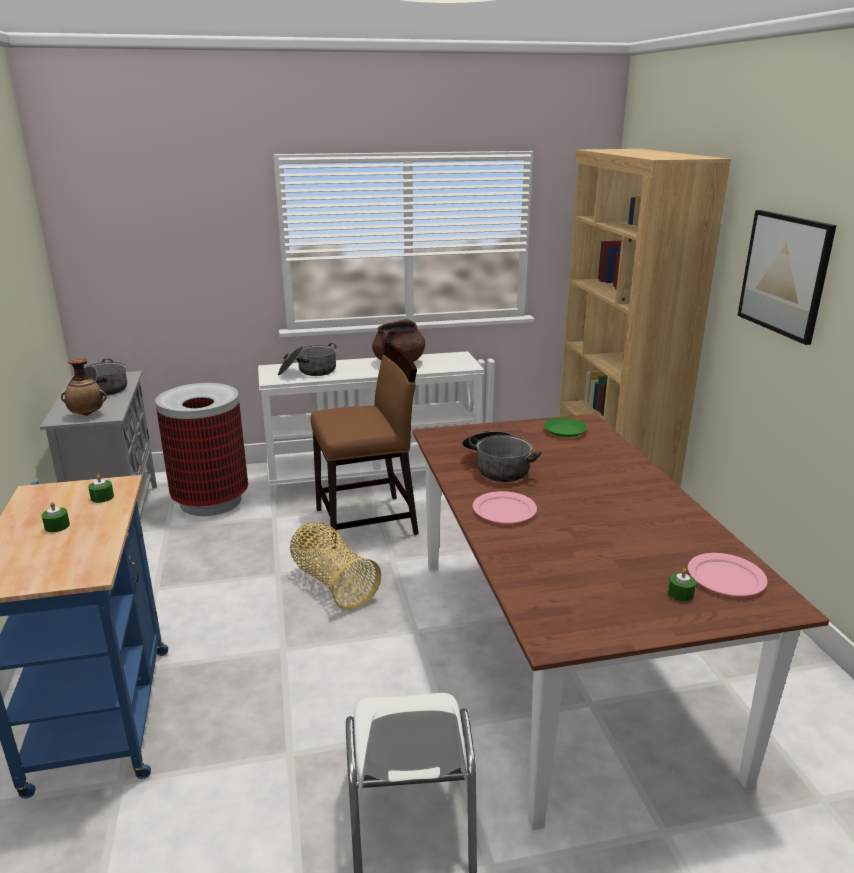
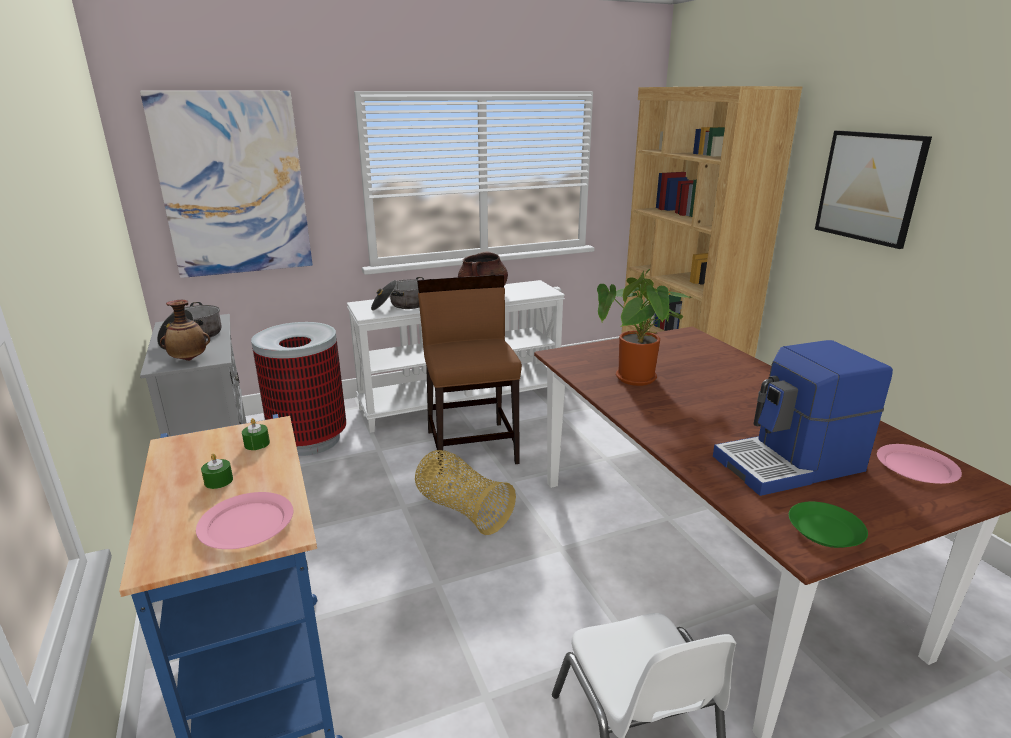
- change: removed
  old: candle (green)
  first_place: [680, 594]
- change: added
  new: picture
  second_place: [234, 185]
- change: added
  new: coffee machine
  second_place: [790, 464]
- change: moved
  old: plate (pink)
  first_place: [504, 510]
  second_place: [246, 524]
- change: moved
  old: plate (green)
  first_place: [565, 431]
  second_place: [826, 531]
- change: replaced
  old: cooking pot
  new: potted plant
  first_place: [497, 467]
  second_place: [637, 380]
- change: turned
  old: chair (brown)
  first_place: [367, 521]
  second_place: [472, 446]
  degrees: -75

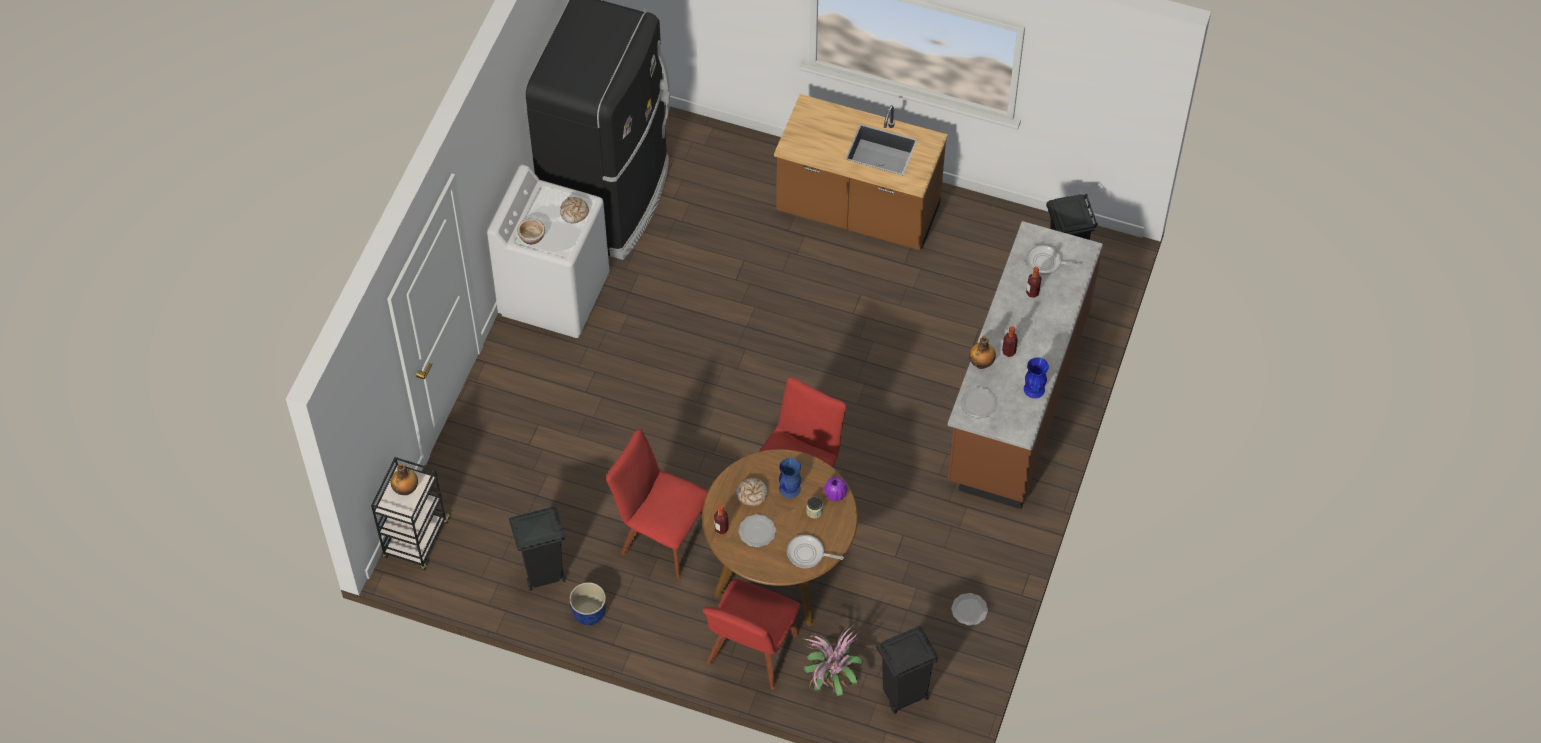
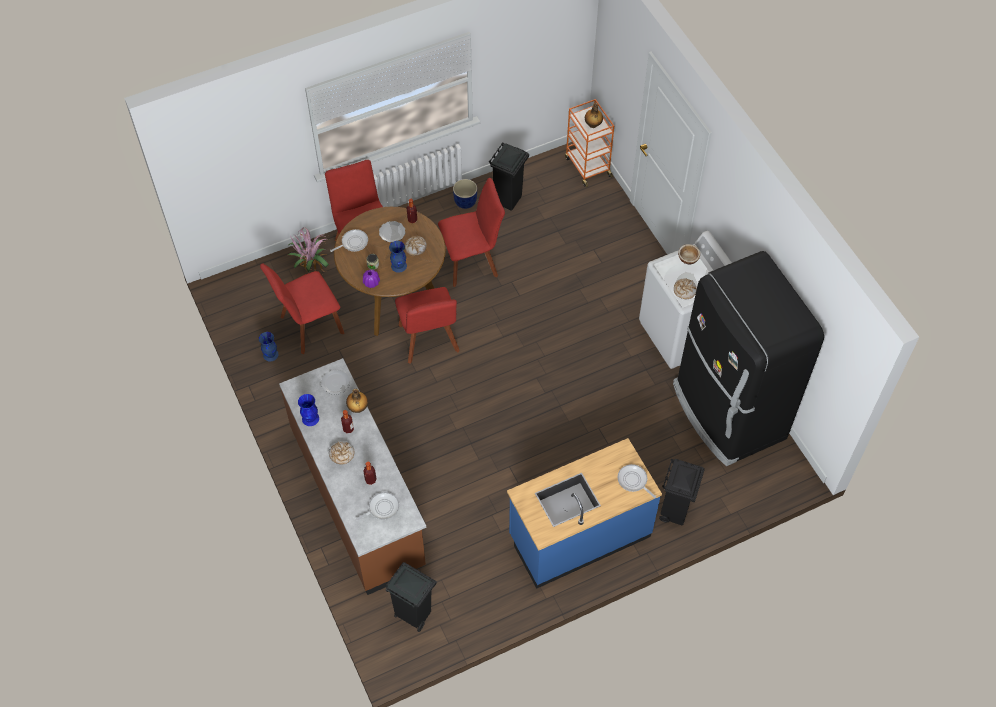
- change: added
  new: chair (red)
  second_place: [309, 327]
- change: added
  new: bread
  second_place: [341, 454]
- change: added
  new: frying pan
  second_place: [633, 481]
- change: moved
  old: trash can (black)
  first_place: [903, 695]
  second_place: [674, 511]
- change: replaced
  old: plate
  new: vase (blue)
  first_place: [968, 610]
  second_place: [271, 355]
- change: recoloured
  old: cart (black)
  new: cart (orange)
  first_place: [416, 540]
  second_place: [587, 166]
- change: recoloured
  old: counter (brown)
  new: counter (blue)
  first_place: [857, 212]
  second_place: [579, 535]

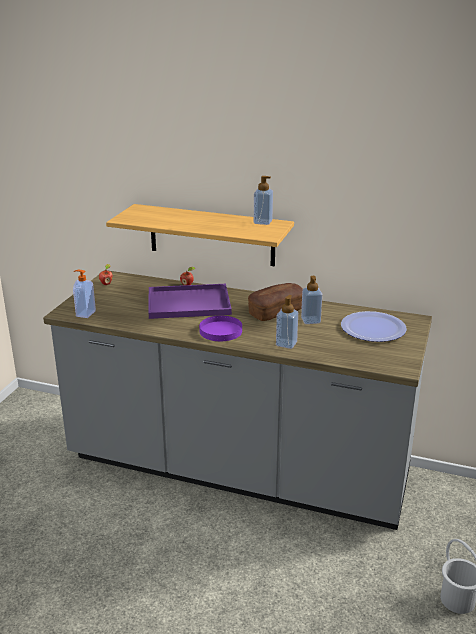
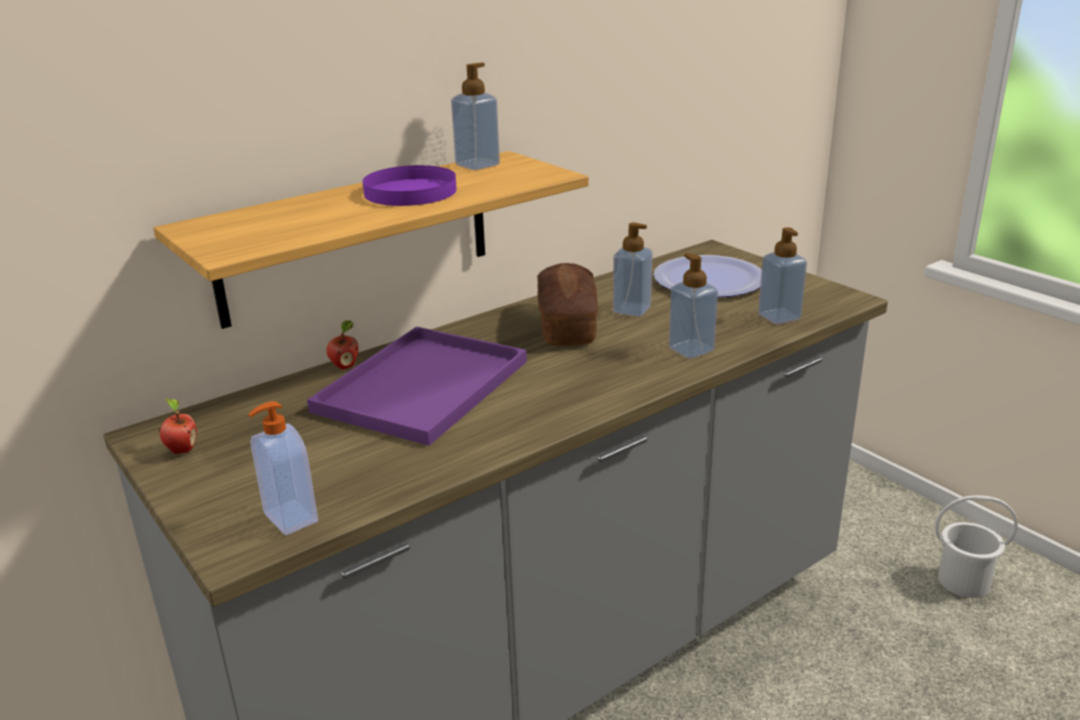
- change: added
  new: soap dispenser
  second_place: [779, 317]
- change: moved
  old: plate (purple)
  first_place: [220, 331]
  second_place: [410, 192]

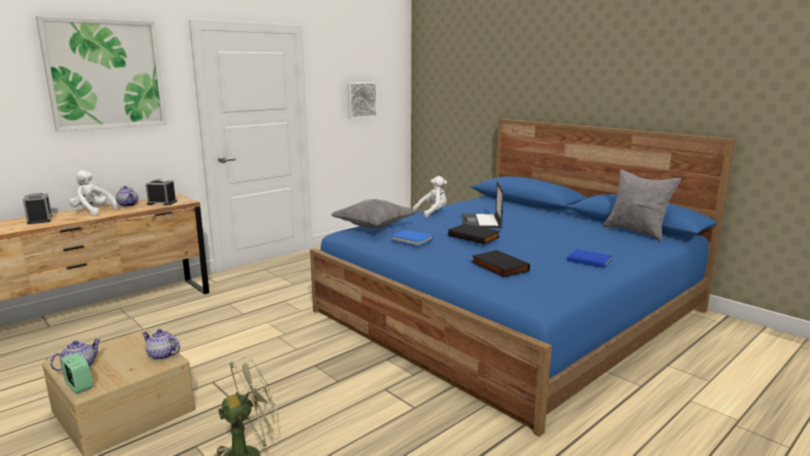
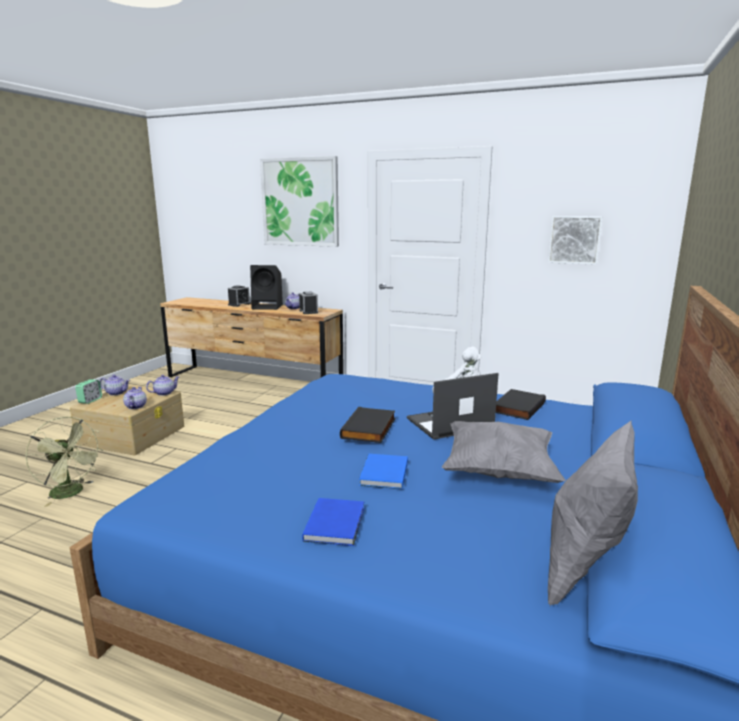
- change: added
  new: teapot
  second_place: [164, 393]
- change: moved
  old: pillow (grey)
  first_place: [374, 227]
  second_place: [499, 472]
- change: moved
  old: book (blue)
  first_place: [412, 240]
  second_place: [383, 474]
- change: moved
  old: book (black)
  first_place: [498, 267]
  second_place: [517, 407]
- change: replaced
  old: plush toy (white)
  new: speaker (black)
  first_place: [93, 211]
  second_place: [268, 307]

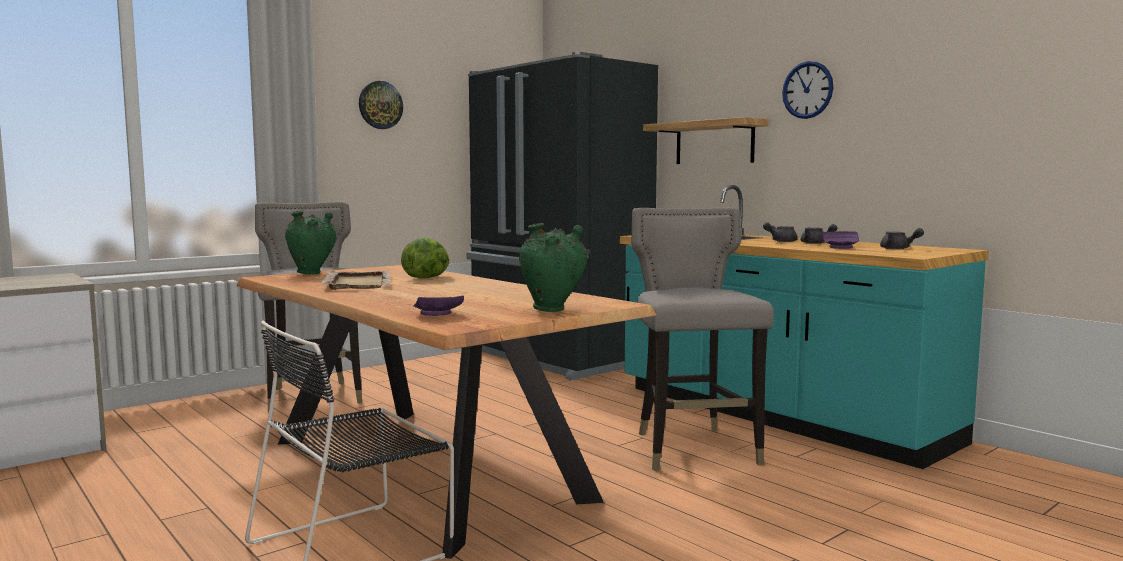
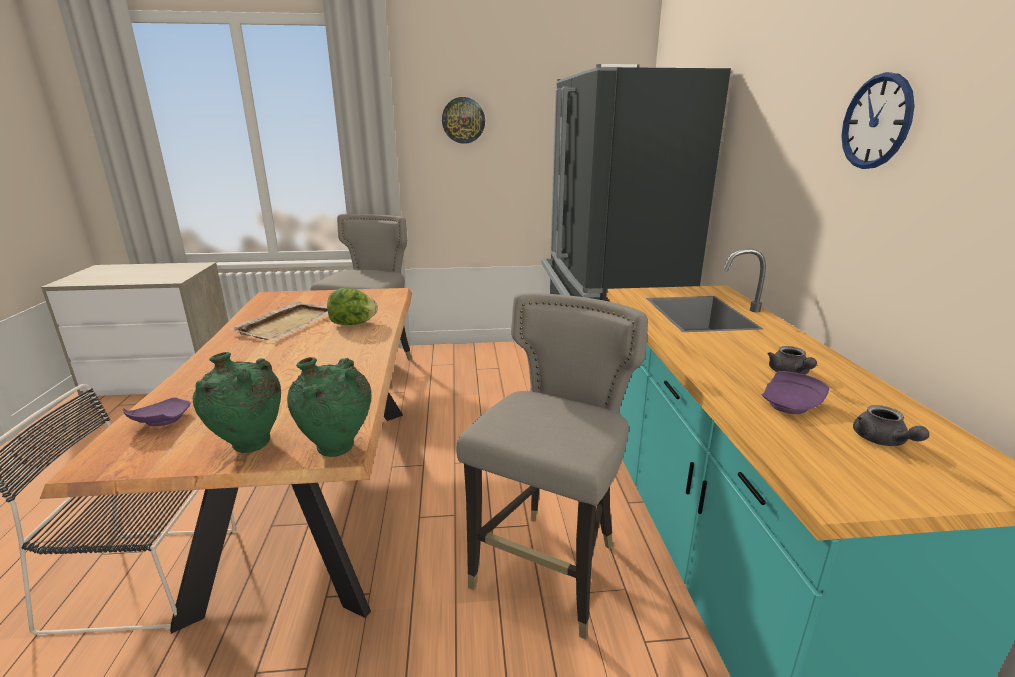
- change: removed
  old: shelf
  first_place: [714, 143]
- change: removed
  old: teapot (grey)
  first_place: [780, 241]
- change: moved
  old: vase (green)
  first_place: [312, 273]
  second_place: [338, 450]

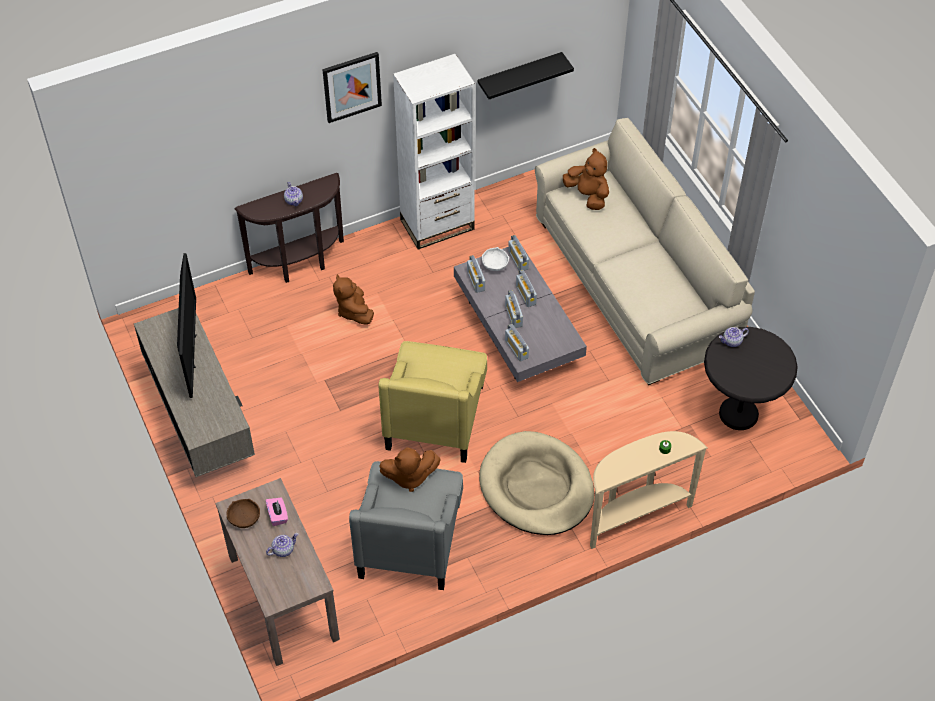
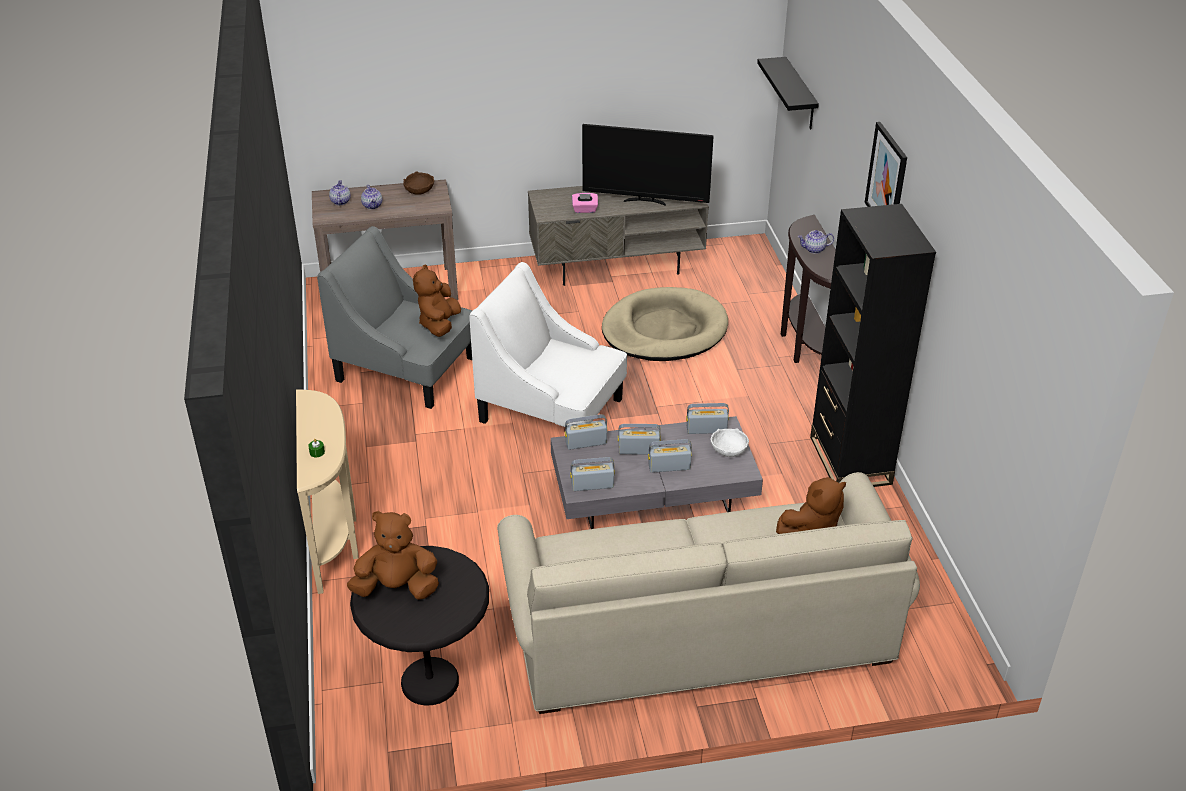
- change: moved
  old: tissue box (pink)
  first_place: [278, 516]
  second_place: [585, 210]
- change: moved
  old: plush toy (brown)
  first_place: [353, 311]
  second_place: [397, 588]
- change: moved
  old: shelf (black)
  first_place: [519, 76]
  second_place: [800, 94]
- change: moved
  old: dog bed (beige)
  first_place: [536, 487]
  second_place: [664, 330]
- change: moved
  old: radio
  first_place: [518, 260]
  second_place: [592, 485]
- change: moved
  old: teapot
  first_place: [732, 341]
  second_place: [340, 201]
- change: recoloured
  old: armchair (yellow)
  new: armchair (white)
  first_place: [435, 416]
  second_place: [552, 410]
- change: recoloured
  old: bookcase (white)
  new: bookcase (black)
  first_place: [437, 224]
  second_place: [850, 460]

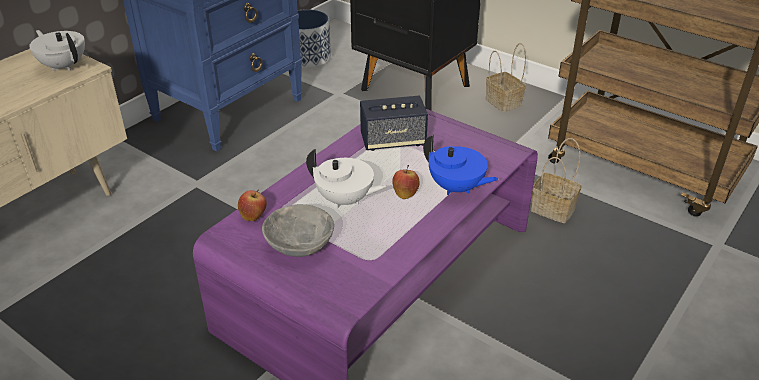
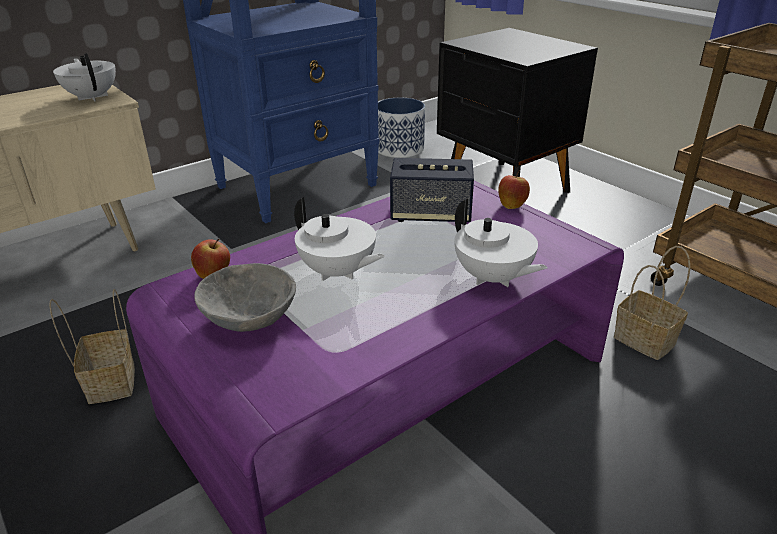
- change: moved
  old: apple
  first_place: [405, 194]
  second_place: [512, 205]
- change: moved
  old: basket
  first_place: [502, 102]
  second_place: [110, 381]
- change: recoloured
  old: teapot (blue)
  new: teapot (white)
  first_place: [456, 188]
  second_place: [492, 278]

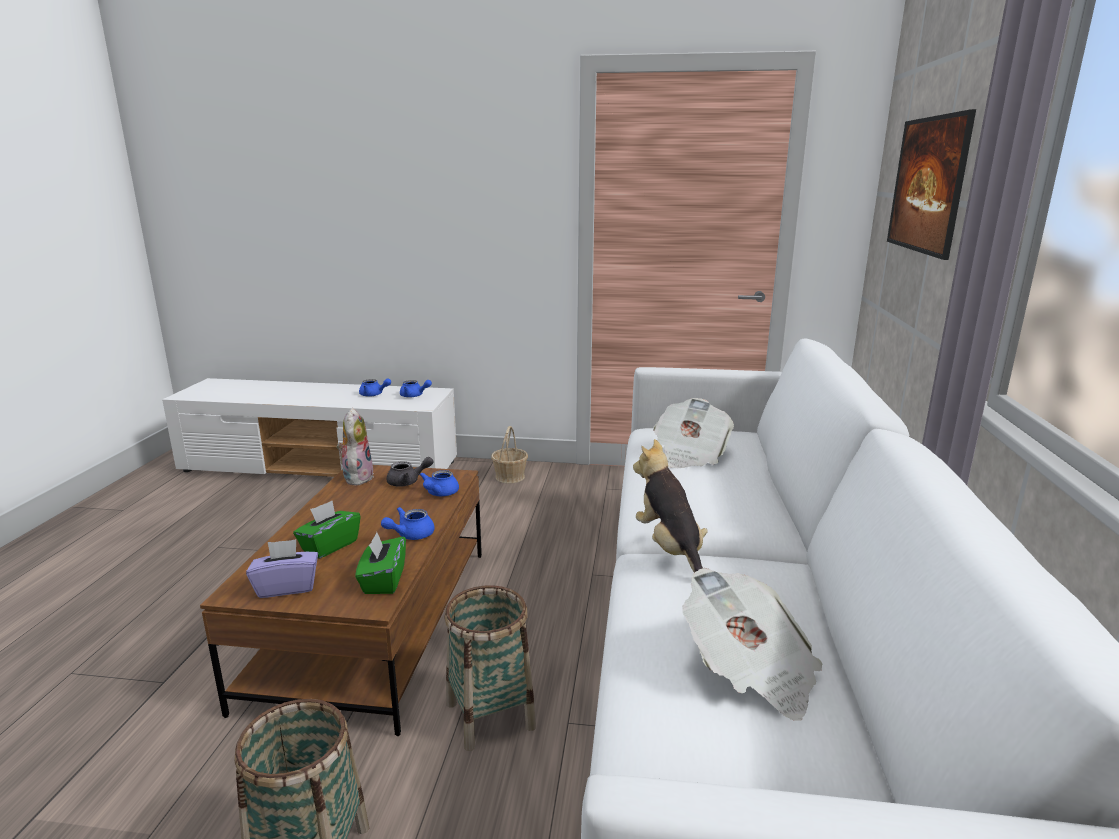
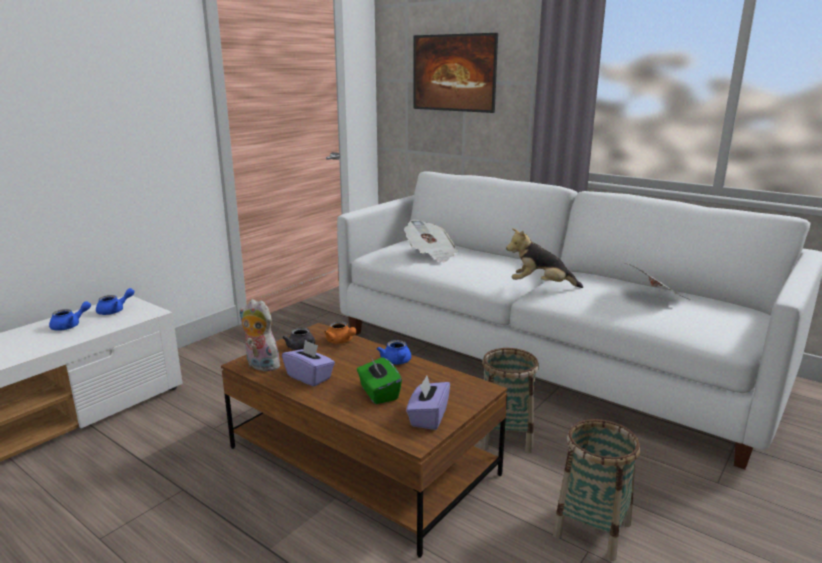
- change: removed
  old: tissue box (green)
  first_place: [383, 580]
- change: removed
  old: basket
  first_place: [510, 477]
- change: added
  new: tissue box (purple)
  second_place: [309, 377]
- change: recoloured
  old: teapot (blue)
  new: teapot (orange)
  first_place: [439, 494]
  second_place: [341, 341]
- change: turned
  old: teapot (grey)
  first_place: [408, 482]
  second_place: [302, 348]
  degrees: 135

